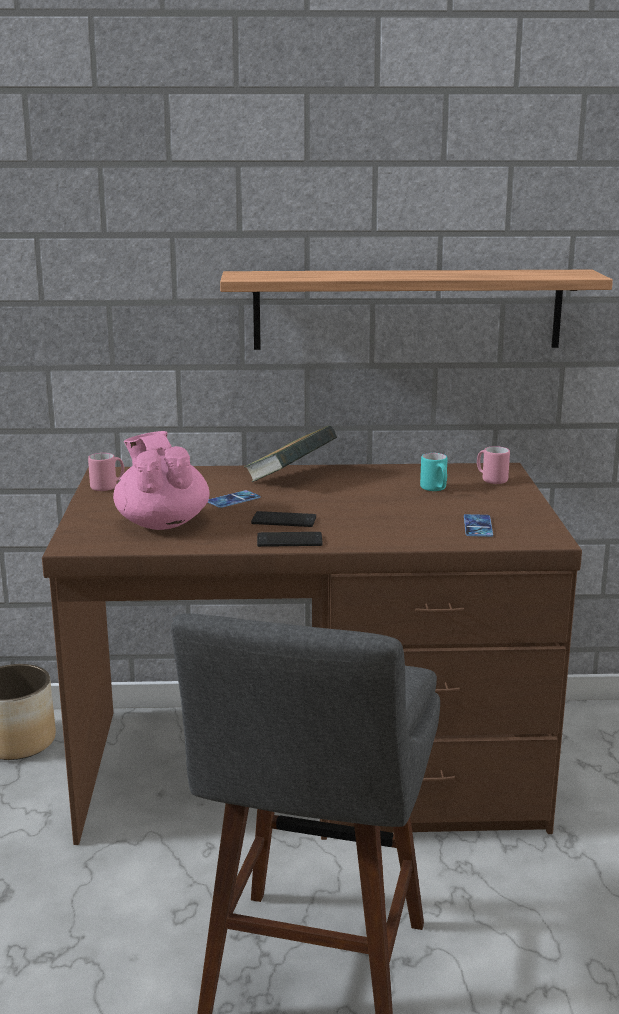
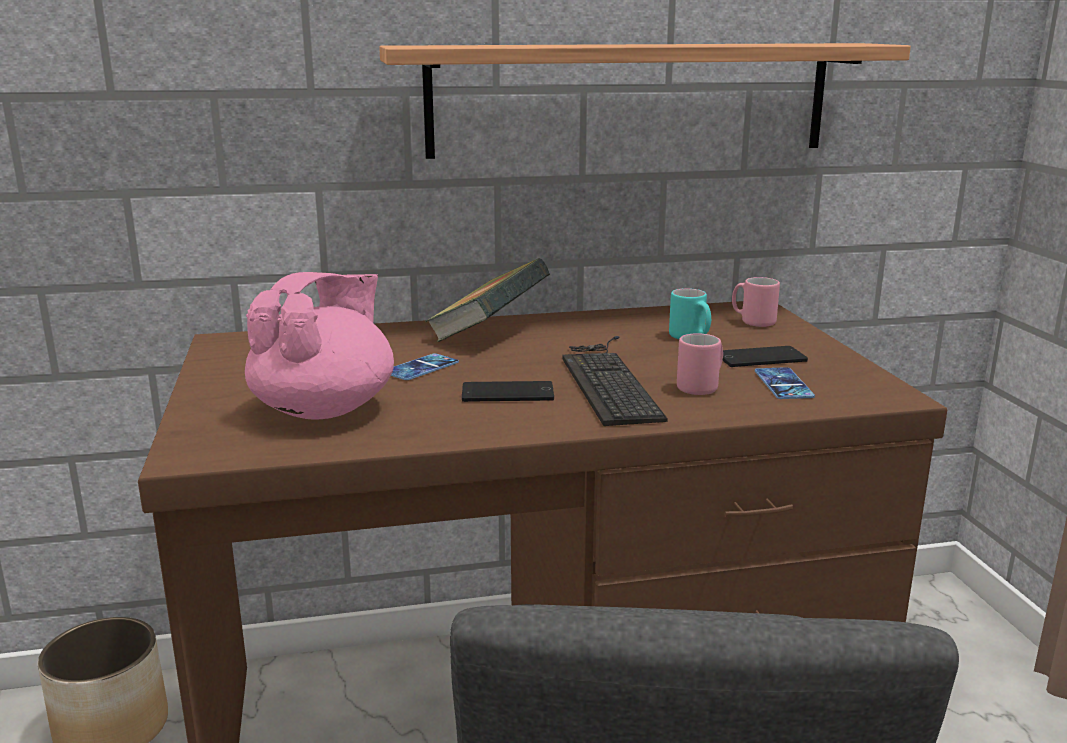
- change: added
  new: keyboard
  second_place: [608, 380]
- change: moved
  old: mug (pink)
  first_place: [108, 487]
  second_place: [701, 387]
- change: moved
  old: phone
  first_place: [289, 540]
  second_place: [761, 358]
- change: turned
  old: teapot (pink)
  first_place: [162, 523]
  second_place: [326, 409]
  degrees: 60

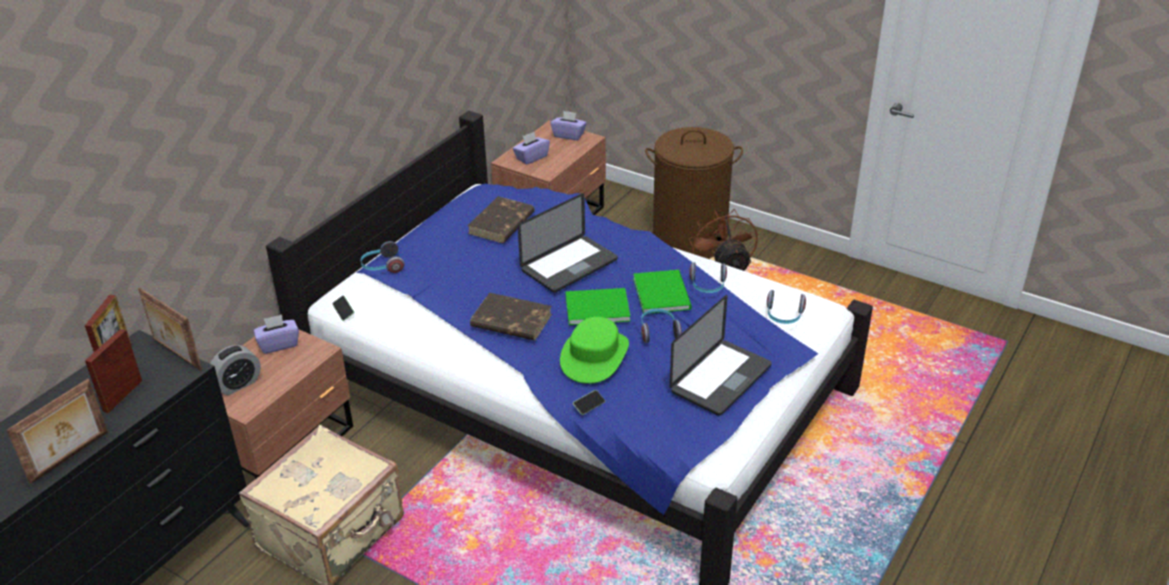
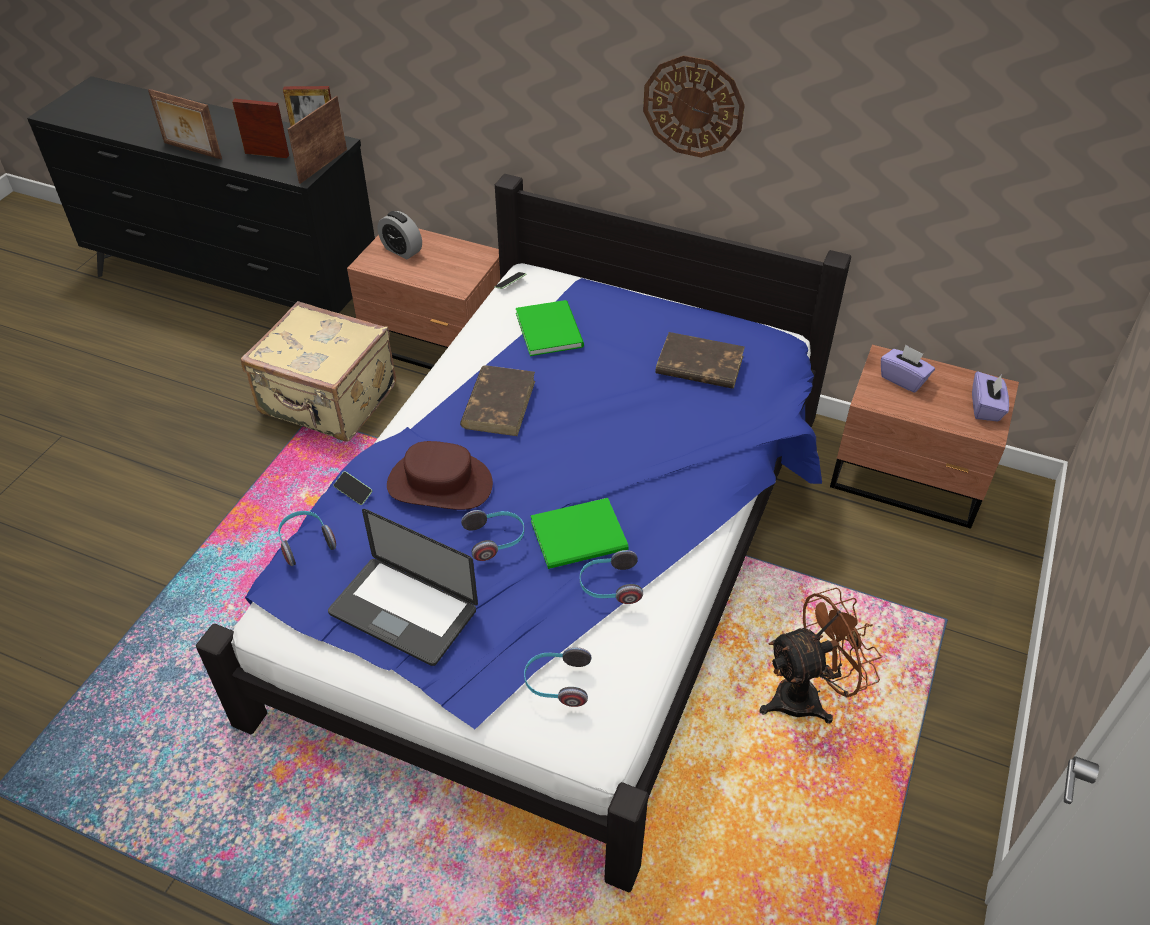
- change: removed
  old: tissue box (purple)
  first_place: [278, 344]
- change: removed
  old: laptop
  first_place: [569, 265]
- change: removed
  old: laundry basket (brown)
  first_place: [689, 241]
- change: added
  new: wall clock
  second_place: [693, 106]
- change: moved
  old: headphones
  first_place: [382, 266]
  second_place: [305, 542]
- change: moved
  old: book (green)
  first_place: [595, 307]
  second_place: [550, 328]
- change: recoloured
  old: hat (green)
  new: hat (brown)
  first_place: [594, 356]
  second_place: [440, 484]

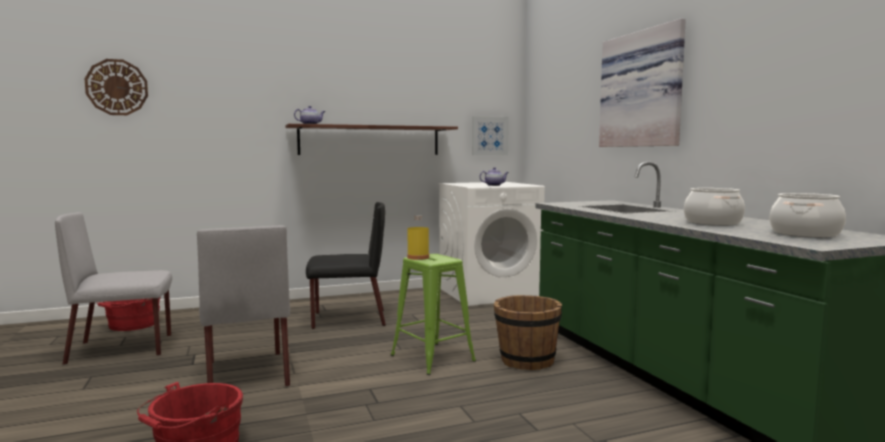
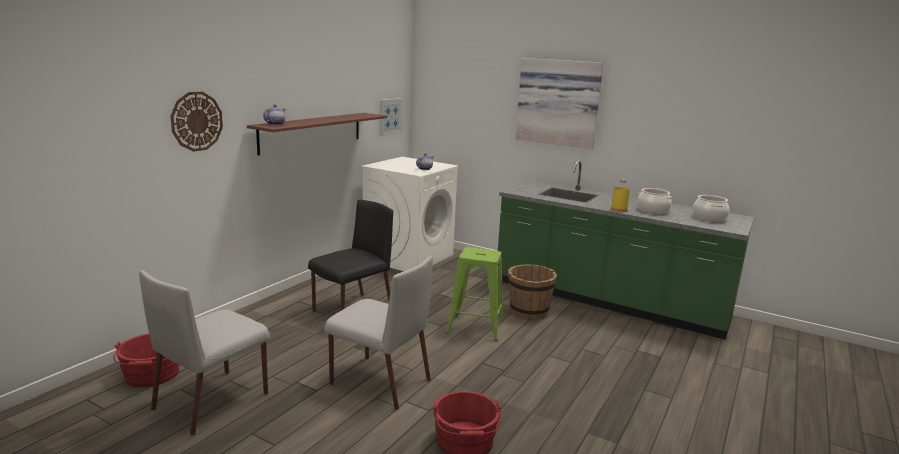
- change: moved
  old: wall clock
  first_place: [117, 87]
  second_place: [196, 121]
- change: moved
  old: bottle (yellow)
  first_place: [418, 257]
  second_place: [619, 210]

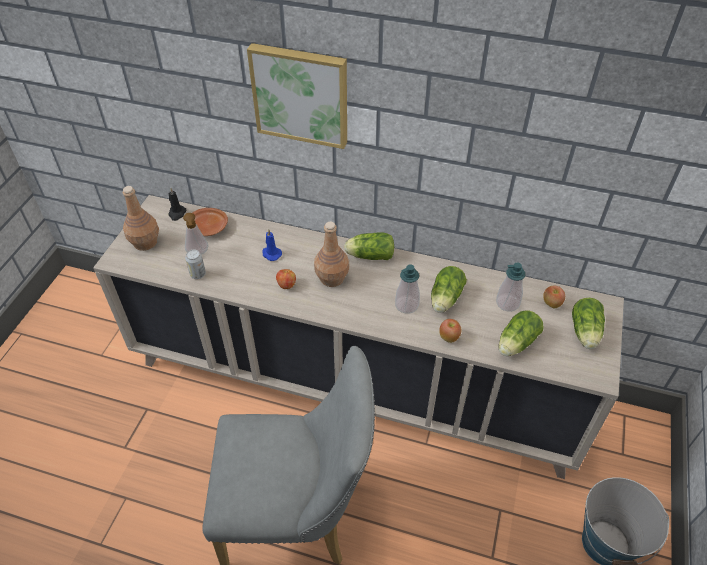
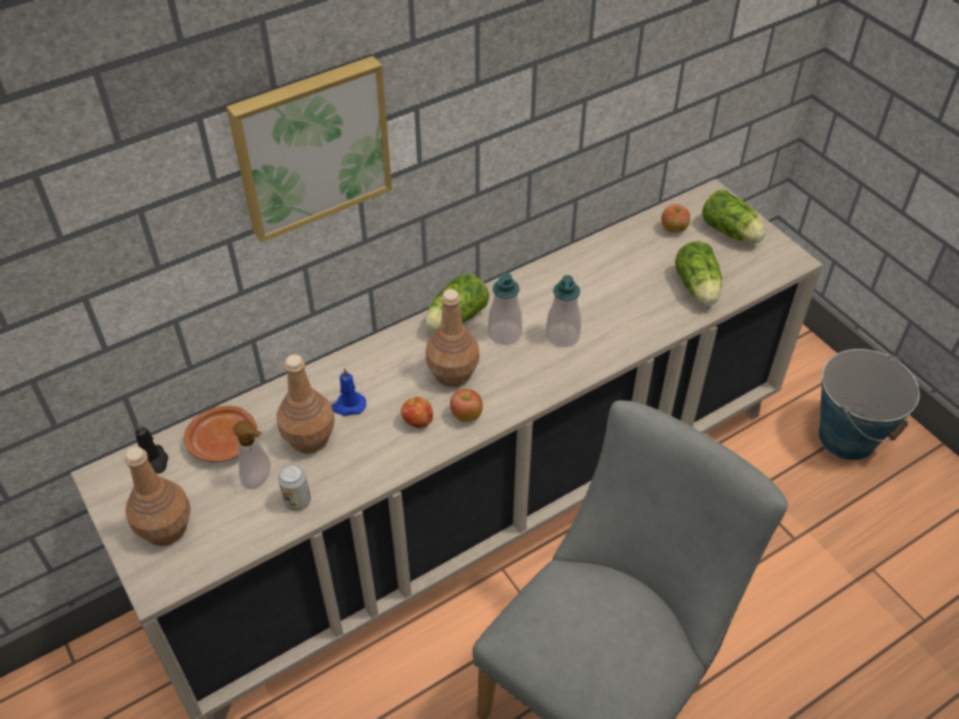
- change: removed
  old: lettuce
  first_place: [445, 299]
- change: added
  new: bottle (brown)
  second_place: [310, 438]
- change: moved
  old: apple
  first_place: [449, 337]
  second_place: [466, 416]
- change: moved
  old: soap dispenser
  first_place: [507, 303]
  second_place: [504, 334]

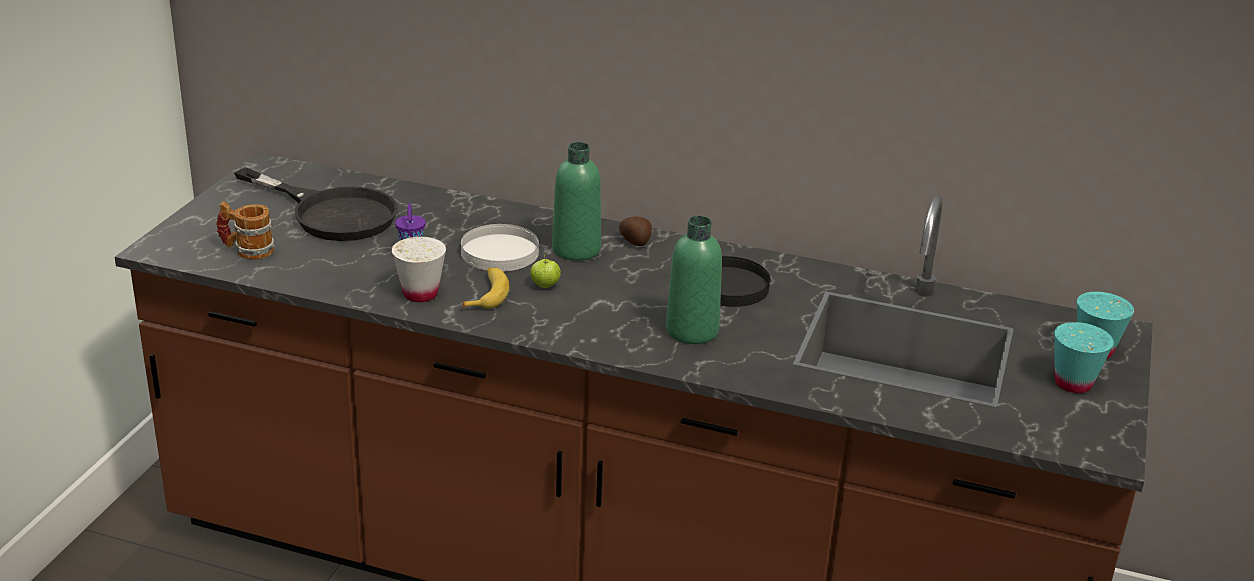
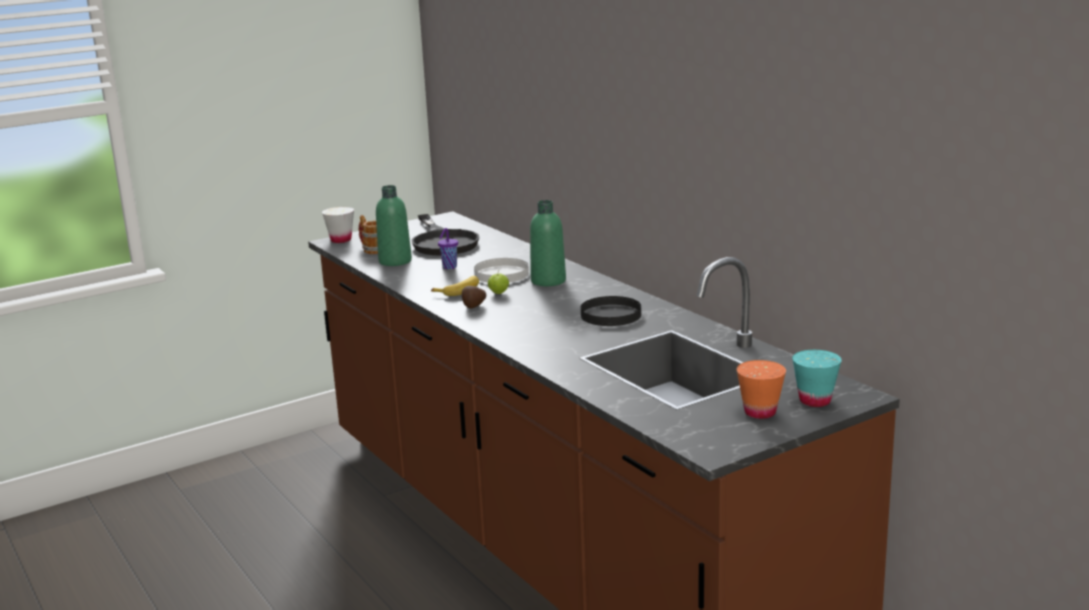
- change: moved
  old: cup (white)
  first_place: [420, 294]
  second_place: [341, 240]
- change: moved
  old: potato
  first_place: [636, 242]
  second_place: [473, 306]
- change: moved
  old: bottle (green)
  first_place: [692, 331]
  second_place: [395, 261]
- change: recoloured
  old: cup (turquoise)
  new: cup (orange)
  first_place: [1073, 383]
  second_place: [760, 412]

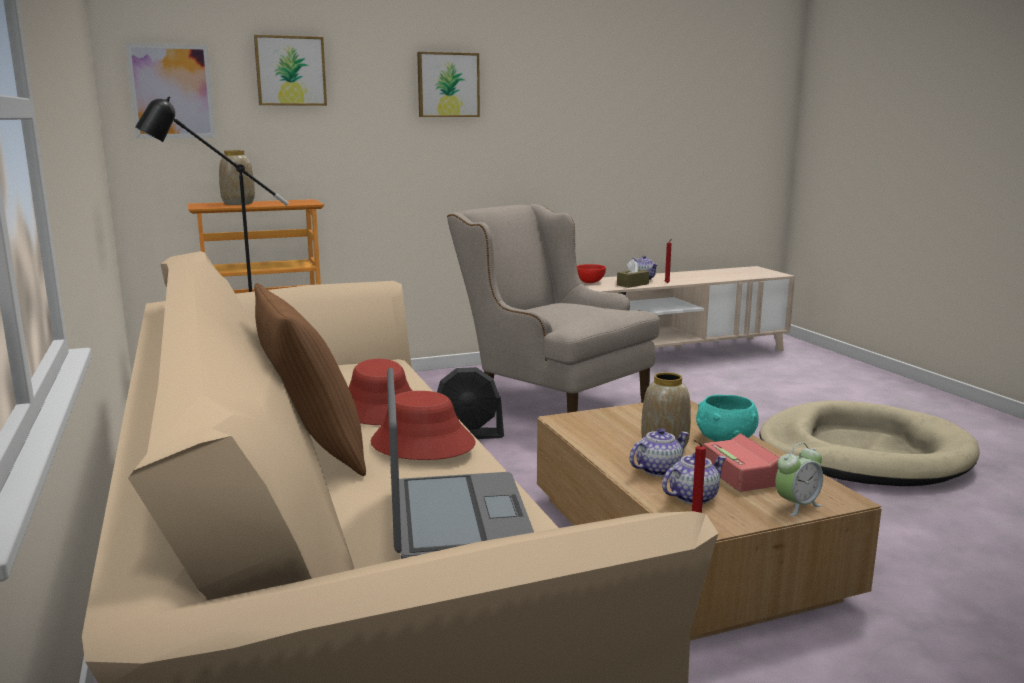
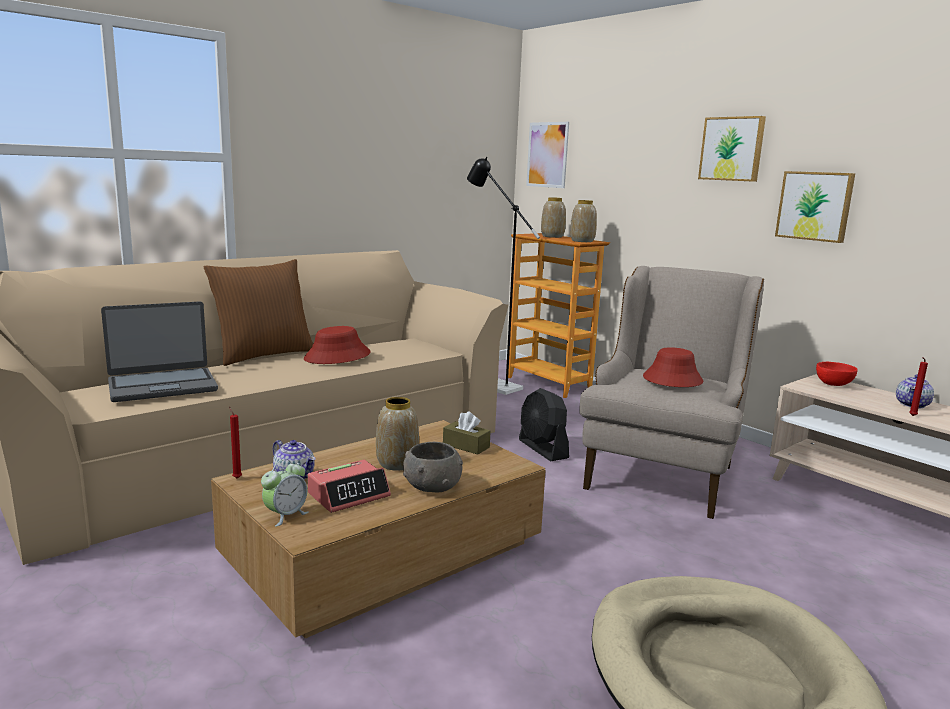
- change: removed
  old: teapot
  first_place: [658, 470]
- change: added
  new: vase
  second_place: [582, 241]
- change: moved
  old: picture
  first_place: [290, 71]
  second_place: [815, 206]
- change: moved
  old: hat (red)
  first_place: [422, 444]
  second_place: [672, 380]
- change: moved
  old: tissue box (brown)
  first_place: [632, 284]
  second_place: [466, 446]
- change: recoloured
  old: bowl (turquoise)
  new: bowl (grey)
  first_place: [724, 439]
  second_place: [432, 486]
- change: turned
  old: alarm clock
  first_place: [797, 505]
  second_place: [285, 515]
  degrees: -90

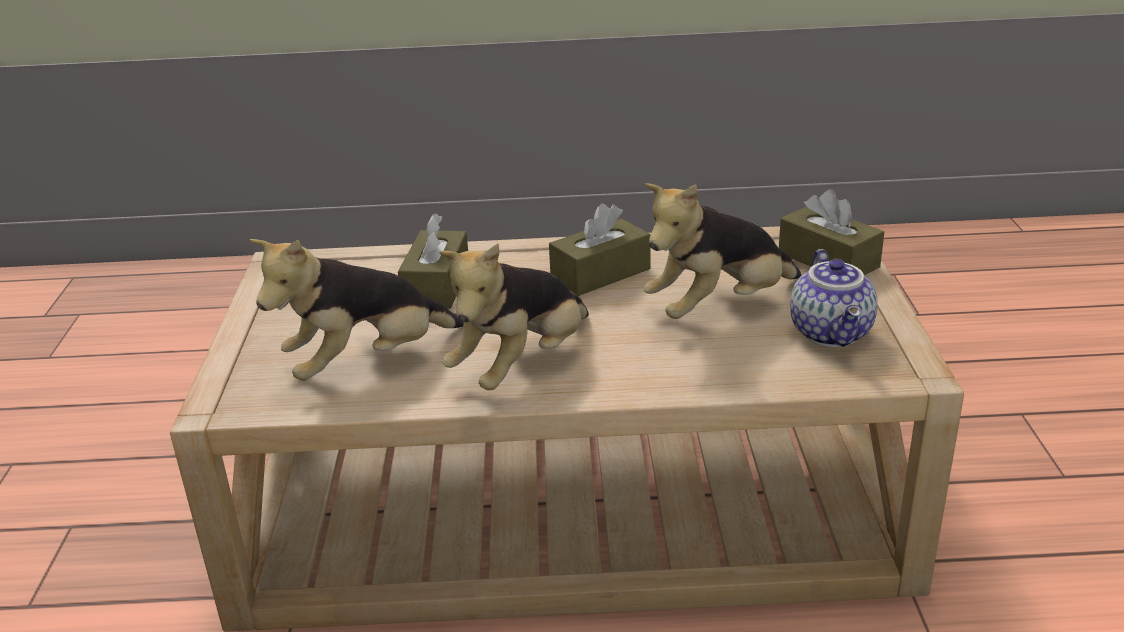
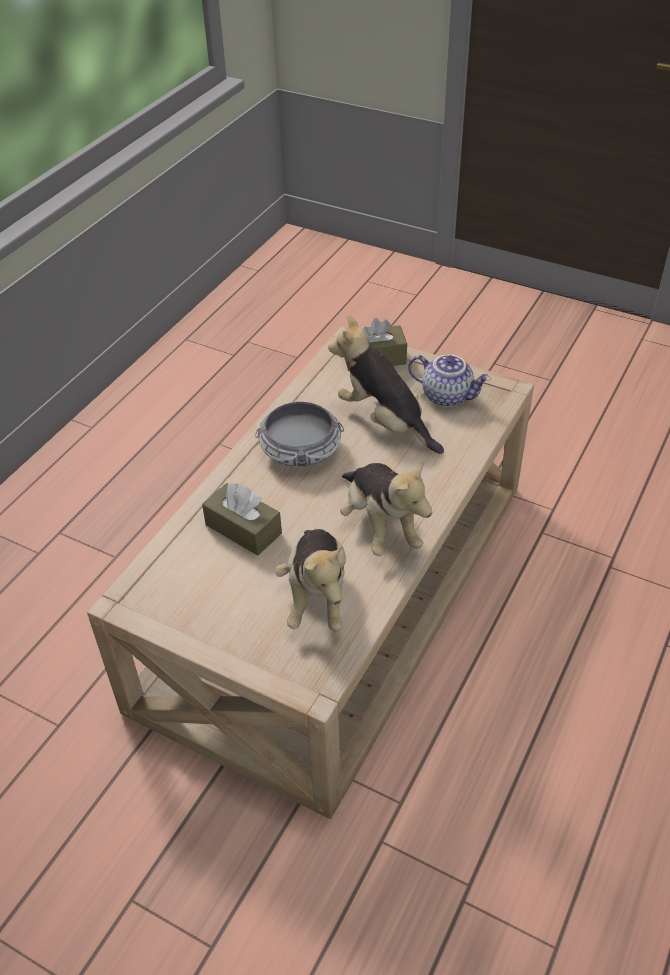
- change: replaced
  old: tissue box (brown)
  new: bowl
  first_place: [600, 273]
  second_place: [300, 450]
- change: turned
  old: plush toy
  first_place: [719, 307]
  second_place: [385, 421]
  degrees: 135

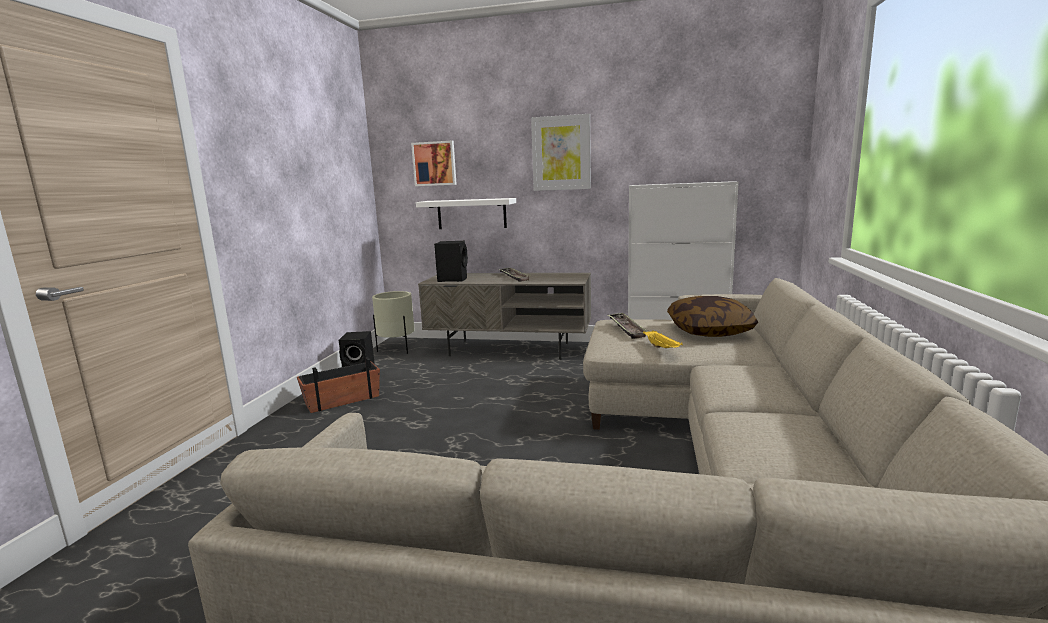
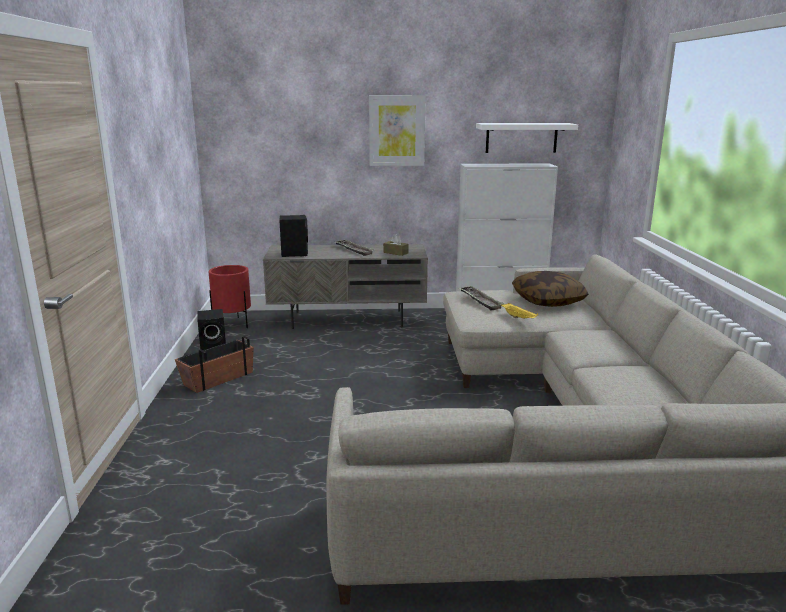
- change: removed
  old: picture
  first_place: [435, 163]
- change: added
  new: tissue box (brown)
  second_place: [395, 253]
- change: moved
  old: shelf (white)
  first_place: [471, 214]
  second_place: [521, 137]
- change: recoloured
  old: planter (beige)
  new: planter (red)
  first_place: [397, 349]
  second_place: [233, 324]

